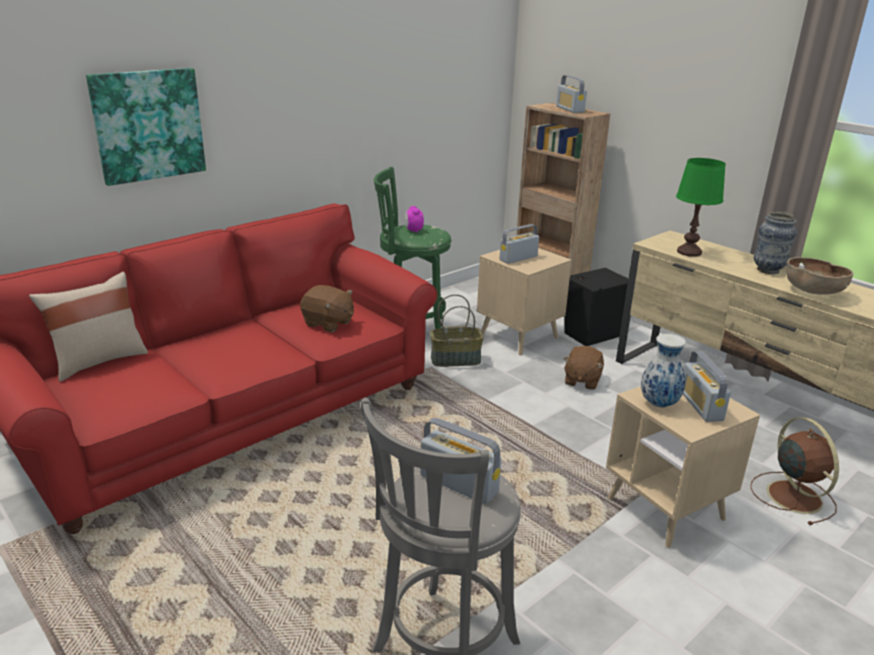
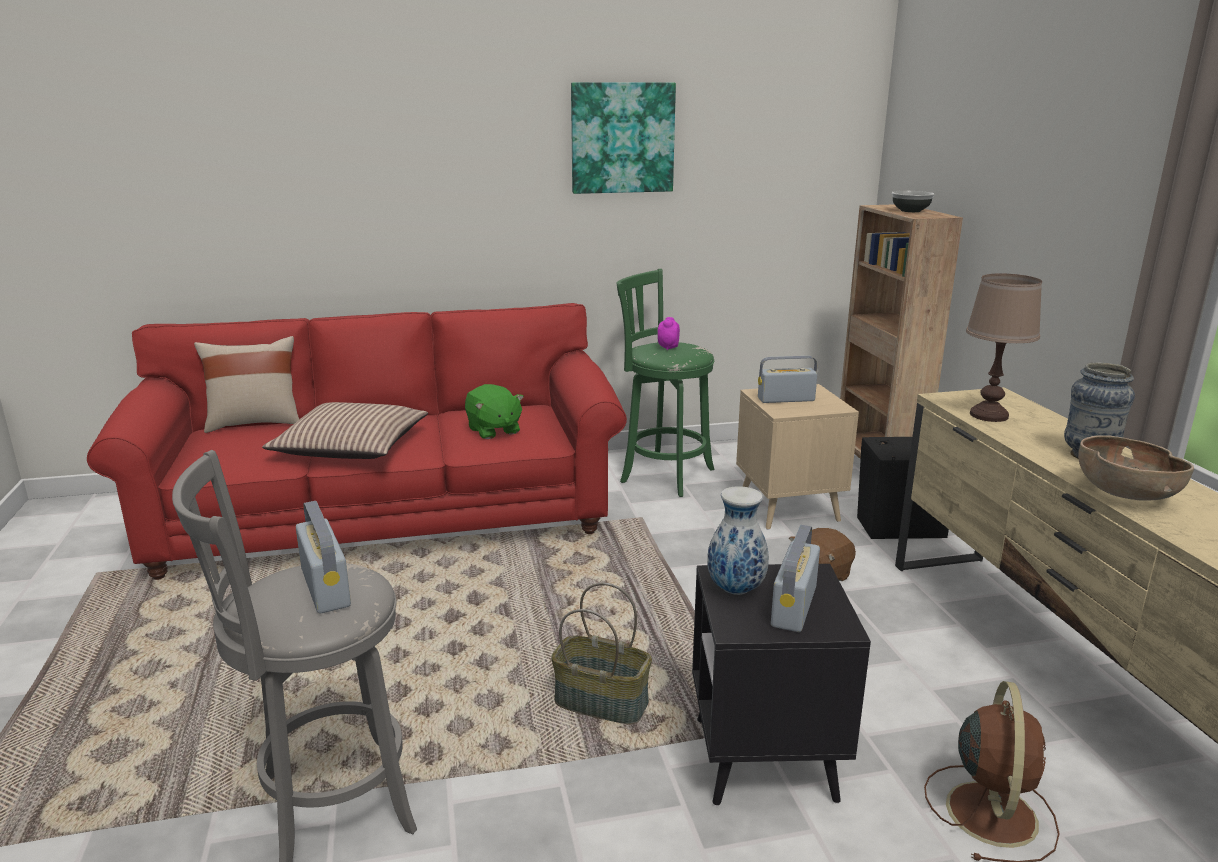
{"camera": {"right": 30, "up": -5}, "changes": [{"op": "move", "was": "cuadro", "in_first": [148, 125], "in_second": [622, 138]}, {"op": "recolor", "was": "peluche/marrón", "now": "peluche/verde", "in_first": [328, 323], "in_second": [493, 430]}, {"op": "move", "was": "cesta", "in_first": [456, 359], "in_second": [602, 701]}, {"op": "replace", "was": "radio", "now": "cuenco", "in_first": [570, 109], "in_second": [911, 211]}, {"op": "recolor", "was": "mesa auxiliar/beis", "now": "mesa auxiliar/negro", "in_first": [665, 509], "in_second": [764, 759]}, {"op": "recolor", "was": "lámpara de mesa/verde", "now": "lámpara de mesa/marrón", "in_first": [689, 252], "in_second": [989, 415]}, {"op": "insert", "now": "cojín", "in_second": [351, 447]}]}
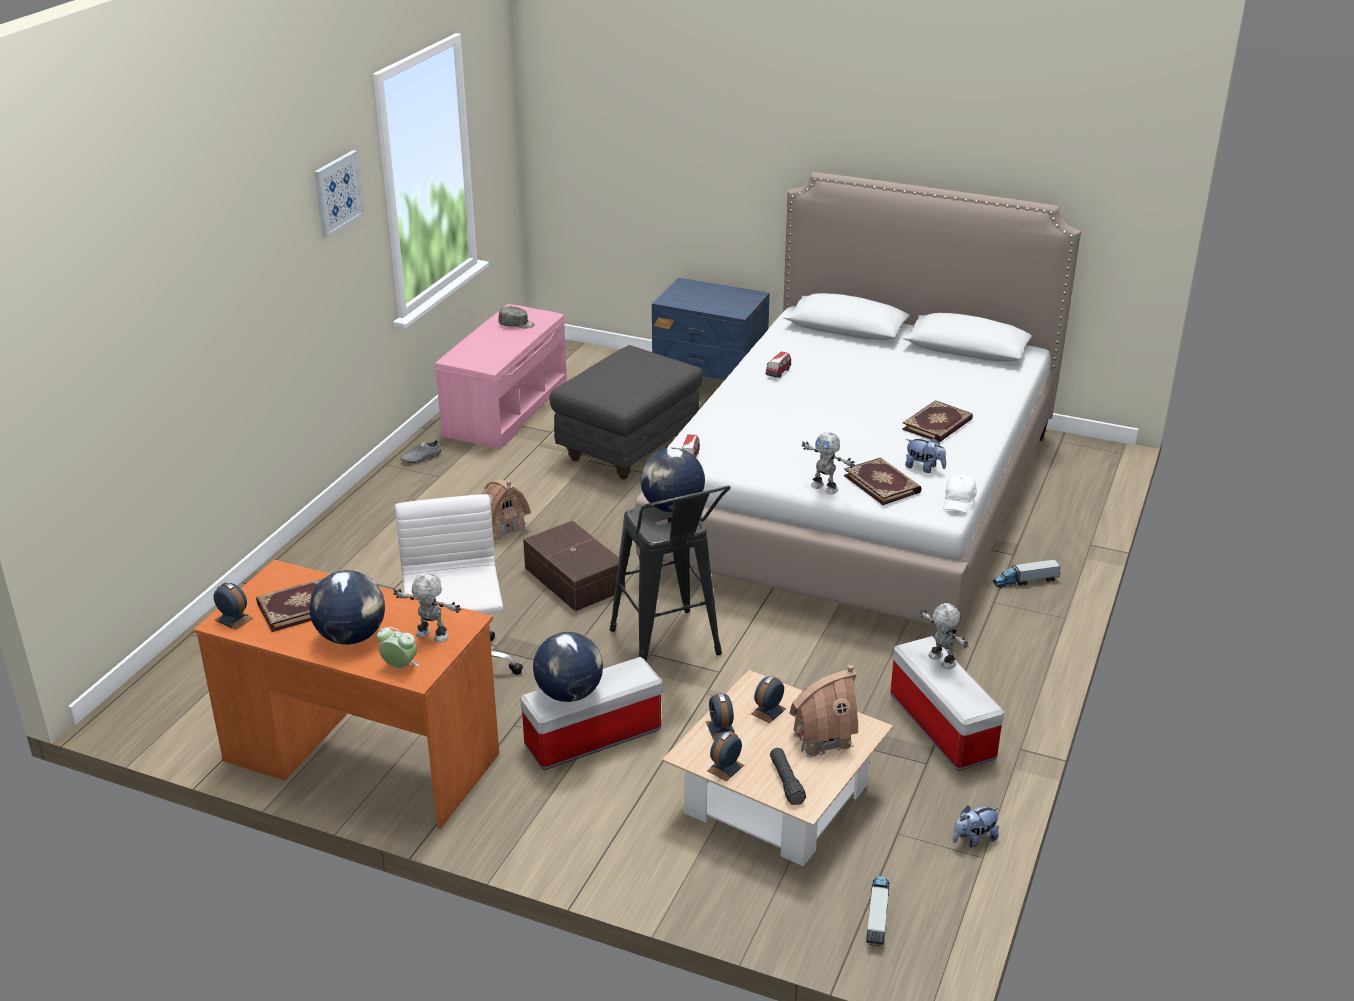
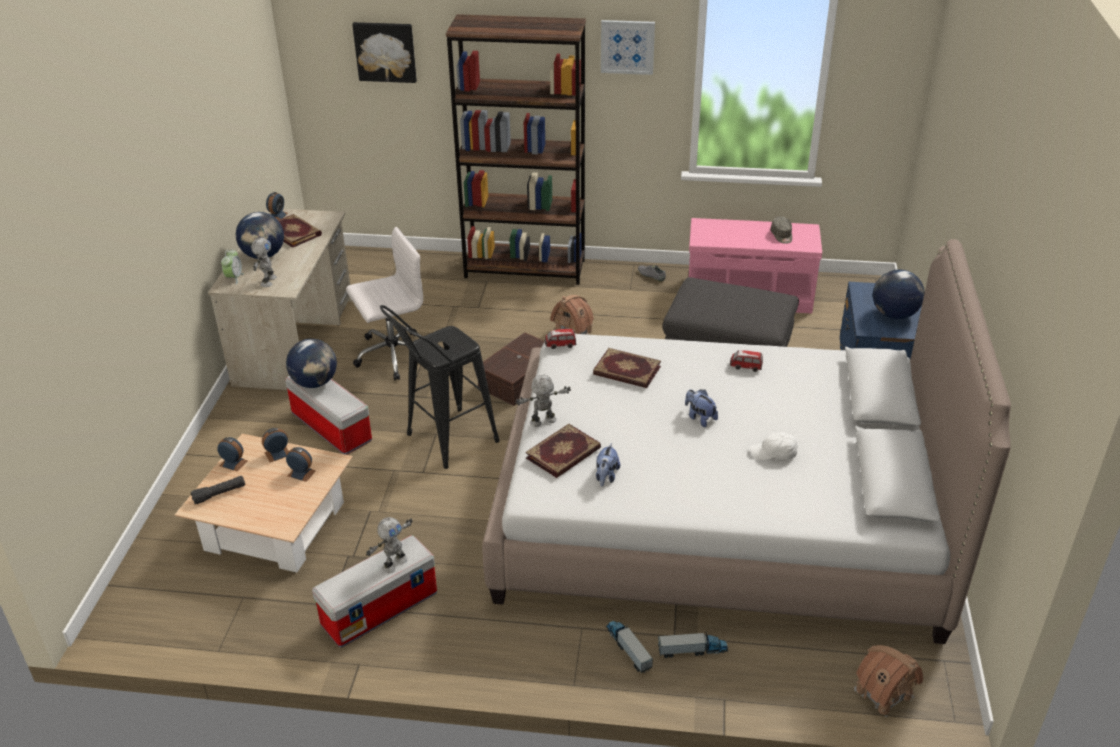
{"camera": {"right": 75, "up": 5}, "changes": [{"op": "recolor", "was": "escritorio/naranja", "now": "escritorio/beis", "in_first": [361, 758], "in_second": [295, 341]}, {"op": "move", "was": "globo terráqueo", "in_first": [672, 507], "in_second": [894, 315]}, {"op": "move", "was": "casita", "in_first": [822, 737], "in_second": [884, 693]}, {"op": "rotate", "was": "robot de juguete", "in_first": [825, 488], "in_second": [543, 422], "clockwise": 45}, {"op": "move", "was": "camión de juguete", "in_first": [877, 914], "in_second": [692, 650]}, {"op": "move", "was": "libro", "in_first": [938, 425], "in_second": [626, 371]}, {"op": "move", "was": "gorra/blanco", "in_first": [958, 501], "in_second": [774, 453]}, {"op": "move", "was": "peluche", "in_first": [974, 839], "in_second": [699, 418]}, {"op": "insert", "now": "cuadro", "in_second": [385, 51]}, {"op": "insert", "now": "estantería/marrón", "in_second": [525, 268]}]}
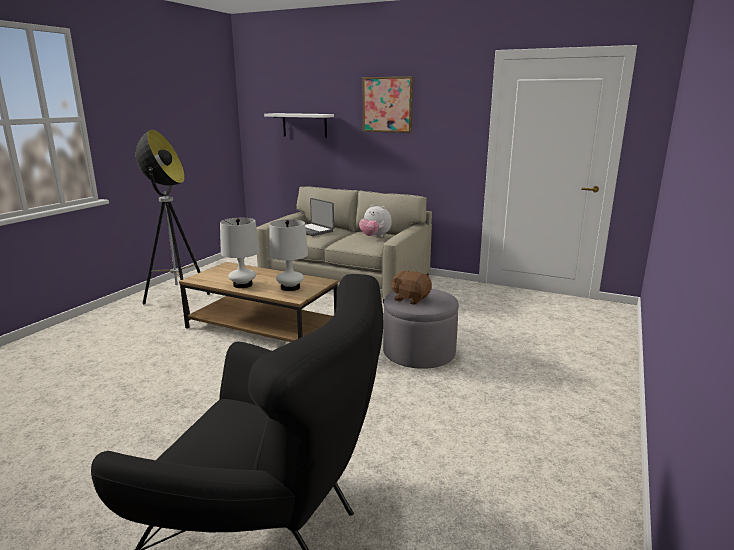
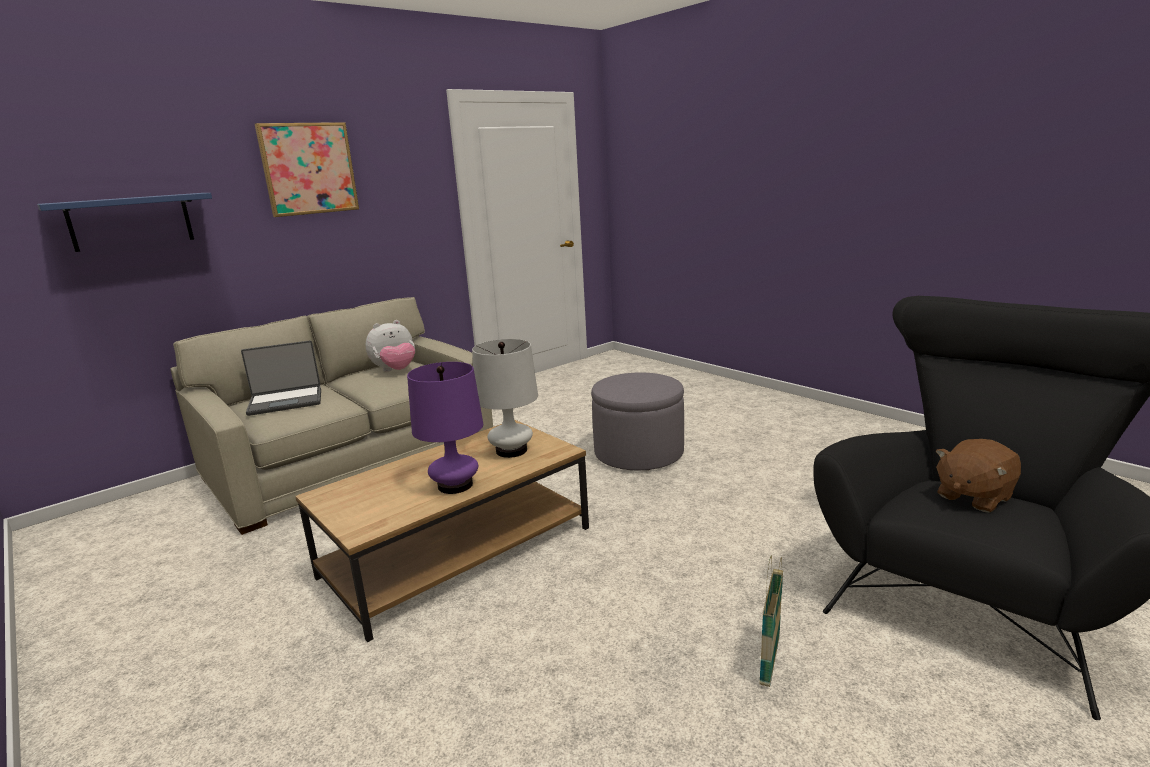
{"camera": {"right": -65, "up": 0}, "changes": [{"op": "delete", "was": "lámpara de pie", "in_first": [178, 304]}, {"op": "recolor", "was": "lámpara de mesa/blanco", "now": "lámpara de mesa/morado", "in_first": [243, 285], "in_second": [455, 485]}, {"op": "recolor", "was": "estante/blanco", "now": "estante/azul", "in_first": [304, 125], "in_second": [131, 222]}, {"op": "move", "was": "peluche/marrón", "in_first": [410, 299], "in_second": [973, 496]}, {"op": "insert", "now": "cesta", "in_second": [769, 661]}]}
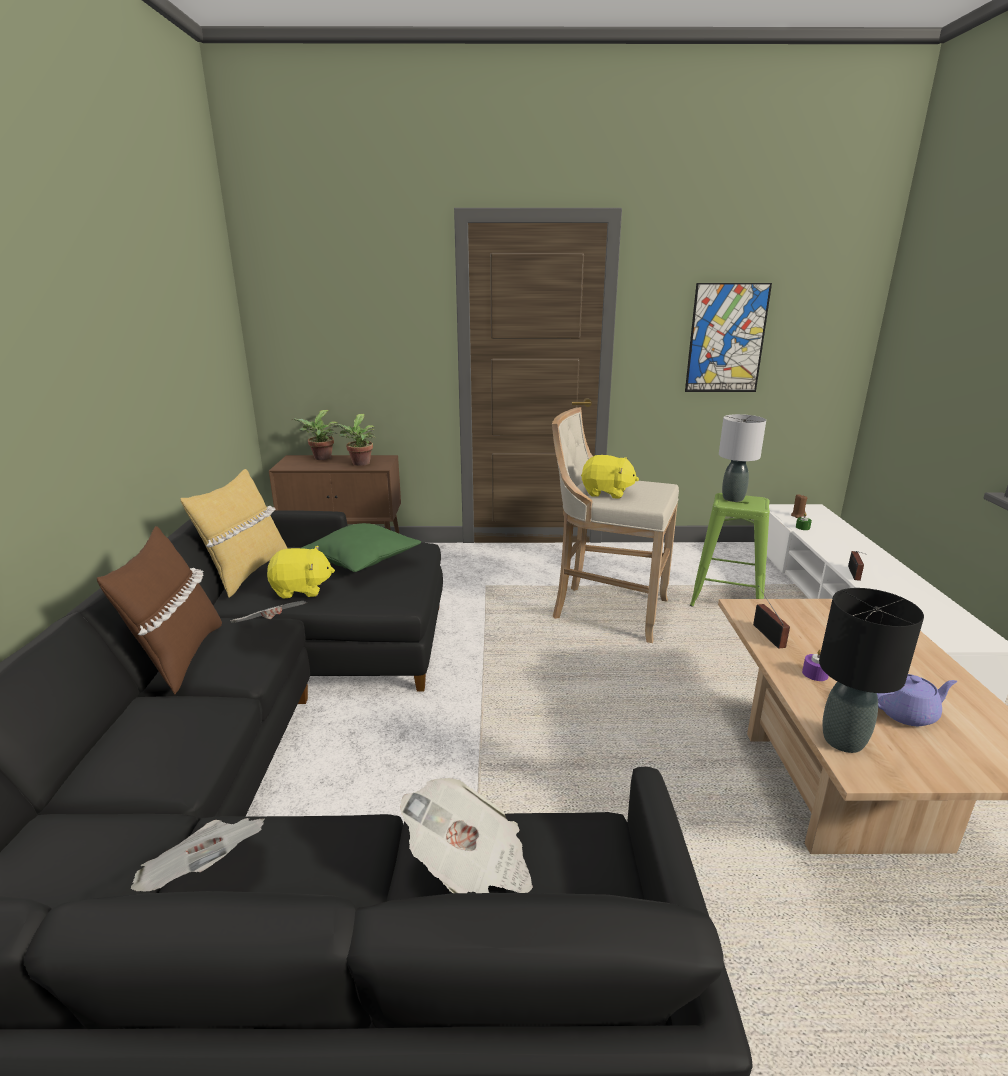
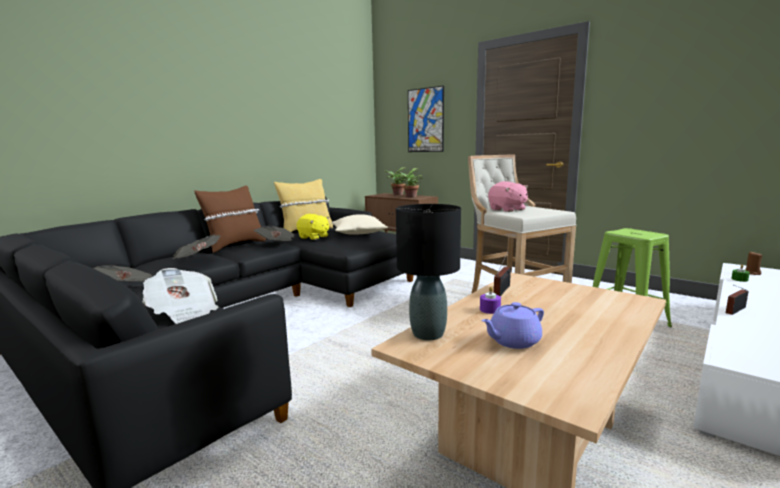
{"camera": {"right": 40, "up": -10}, "changes": [{"op": "recolor", "was": "cojín/verde", "now": "cojín/beis", "in_first": [362, 560], "in_second": [358, 234]}, {"op": "recolor", "was": "peluche/amarillo", "now": "peluche/rosa", "in_first": [606, 493], "in_second": [507, 209]}, {"op": "move", "was": "cuadro", "in_first": [726, 338], "in_second": [425, 120]}, {"op": "delete", "was": "lámpara de mesa/gris", "in_first": [732, 498]}, {"op": "rotate", "was": "tetera/morado", "in_first": [907, 714], "in_second": [513, 341], "clockwise": 120}, {"op": "insert", "now": "periódico", "in_second": [198, 259]}]}
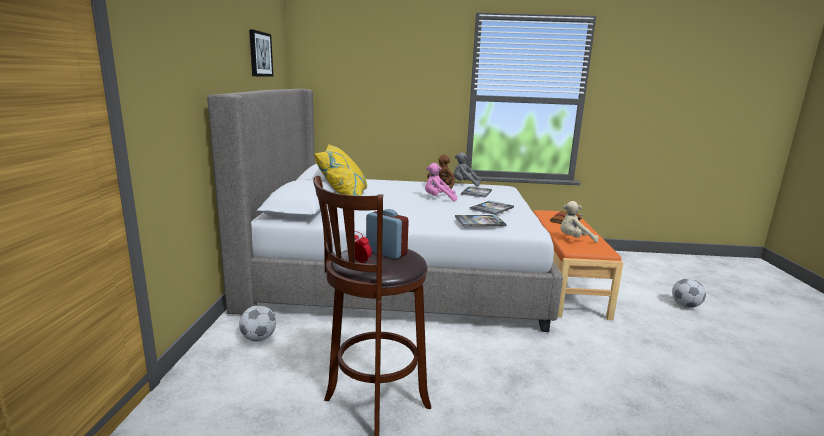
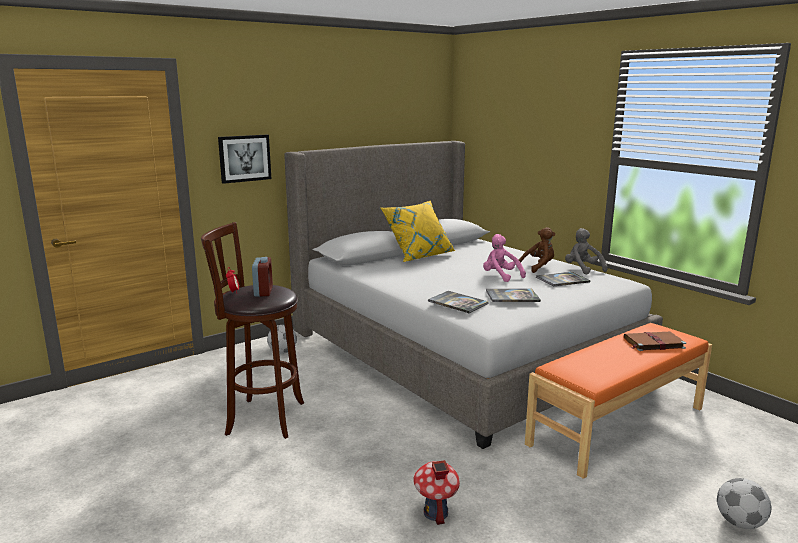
{"camera": {"right": 50, "up": 0}, "changes": [{"op": "move", "was": "cuadro", "in_first": [260, 54], "in_second": [244, 158]}, {"op": "delete", "was": "peluche/beis", "in_first": [574, 239]}, {"op": "insert", "now": "casita", "in_second": [435, 513]}]}
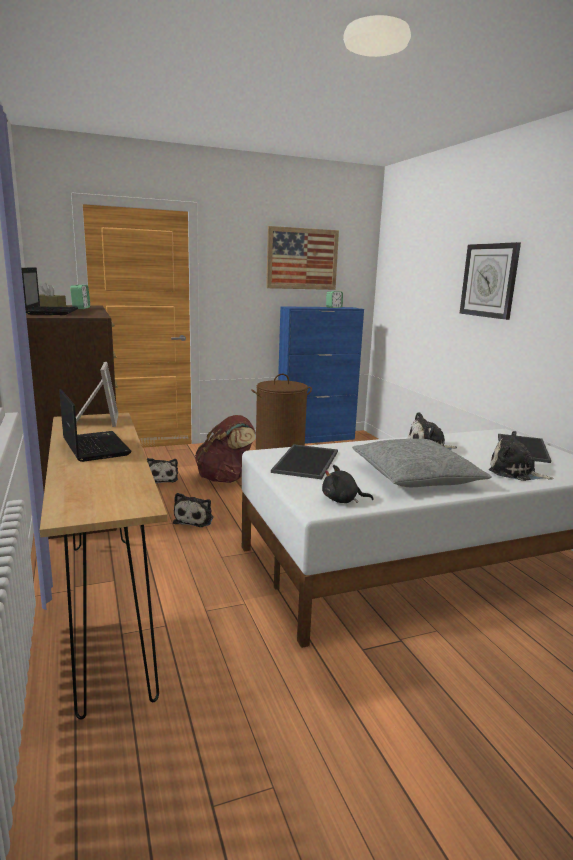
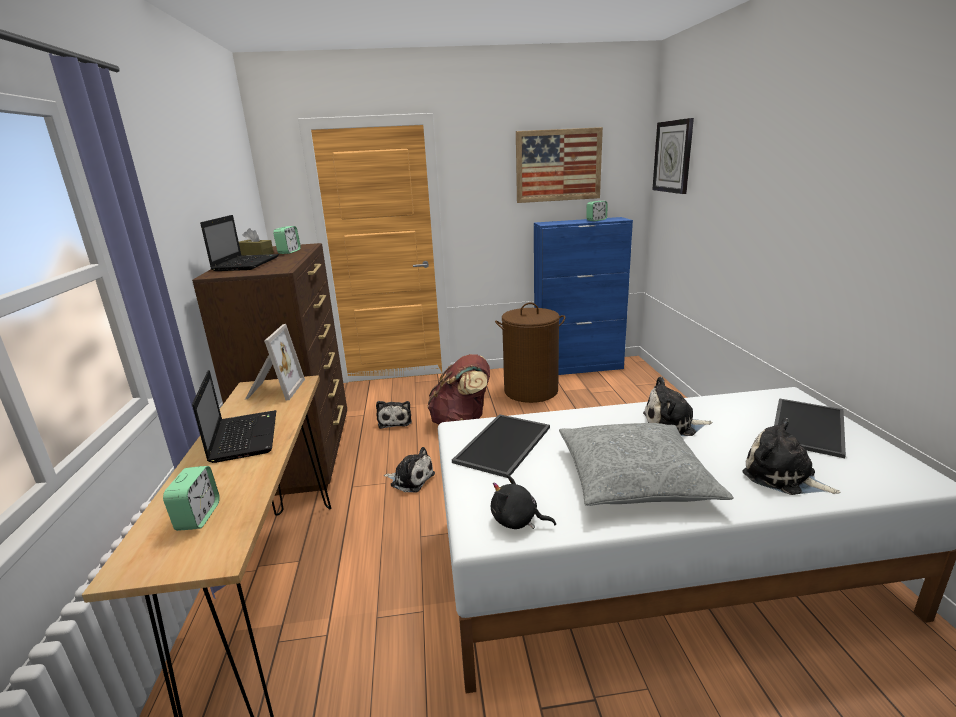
{"camera": {"right": 15, "up": 5}, "changes": [{"op": "rotate", "was": "peluche", "in_first": [195, 519], "in_second": [410, 479], "clockwise": -90}, {"op": "move", "was": "reloj de pared", "in_first": [489, 280], "in_second": [673, 156]}, {"op": "insert", "now": "despertador", "in_second": [198, 517]}]}
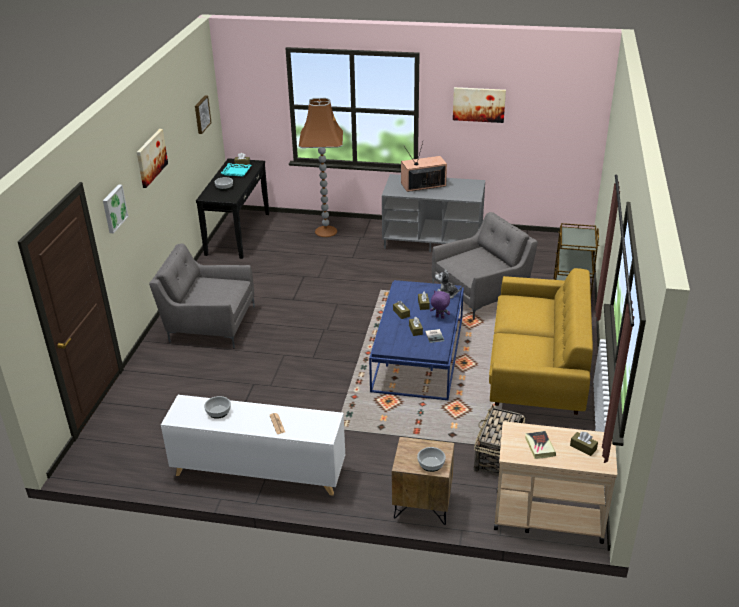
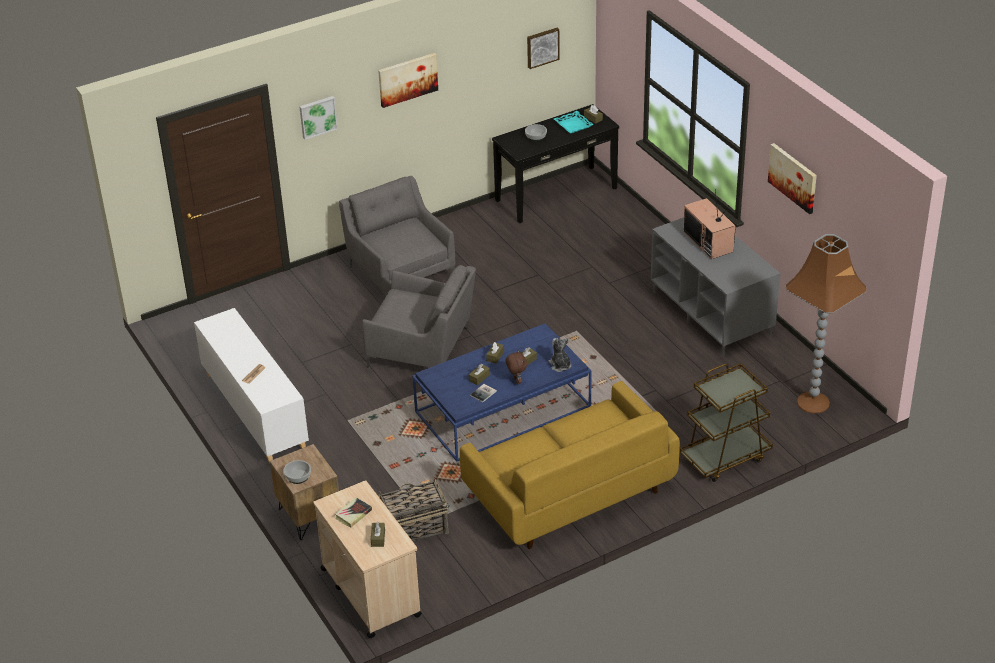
{"camera": {"right": 50, "up": 5}, "changes": [{"op": "delete", "was": "cuenco", "in_first": [218, 411]}, {"op": "move", "was": "lámpara de pie/marrón", "in_first": [326, 231], "in_second": [814, 402]}, {"op": "rotate", "was": "televisor", "in_first": [423, 185], "in_second": [709, 241], "clockwise": -150}, {"op": "recolor", "was": "peluche/morado", "now": "peluche/marrón", "in_first": [439, 317], "in_second": [516, 381]}, {"op": "move", "was": "sillón/gris", "in_first": [481, 293], "in_second": [423, 349]}]}
